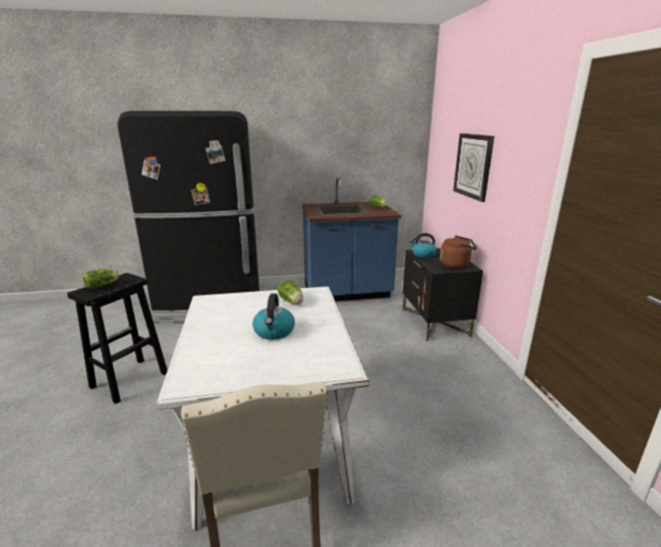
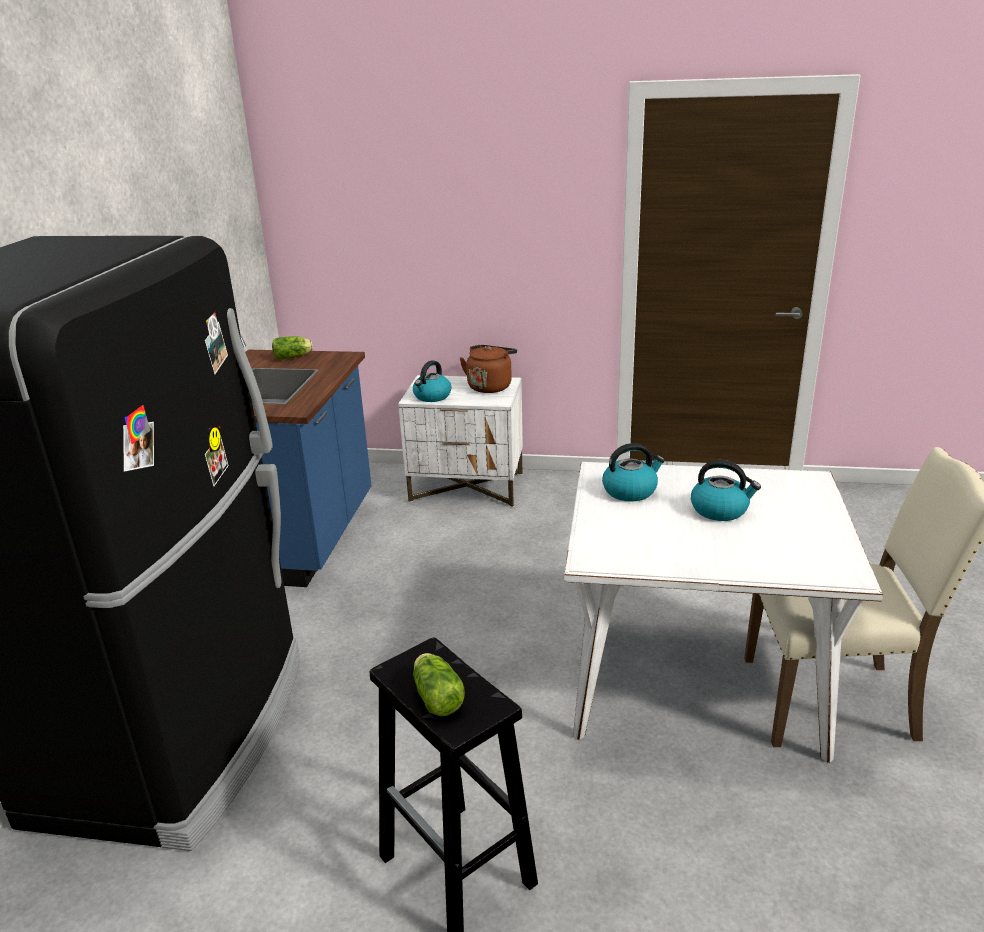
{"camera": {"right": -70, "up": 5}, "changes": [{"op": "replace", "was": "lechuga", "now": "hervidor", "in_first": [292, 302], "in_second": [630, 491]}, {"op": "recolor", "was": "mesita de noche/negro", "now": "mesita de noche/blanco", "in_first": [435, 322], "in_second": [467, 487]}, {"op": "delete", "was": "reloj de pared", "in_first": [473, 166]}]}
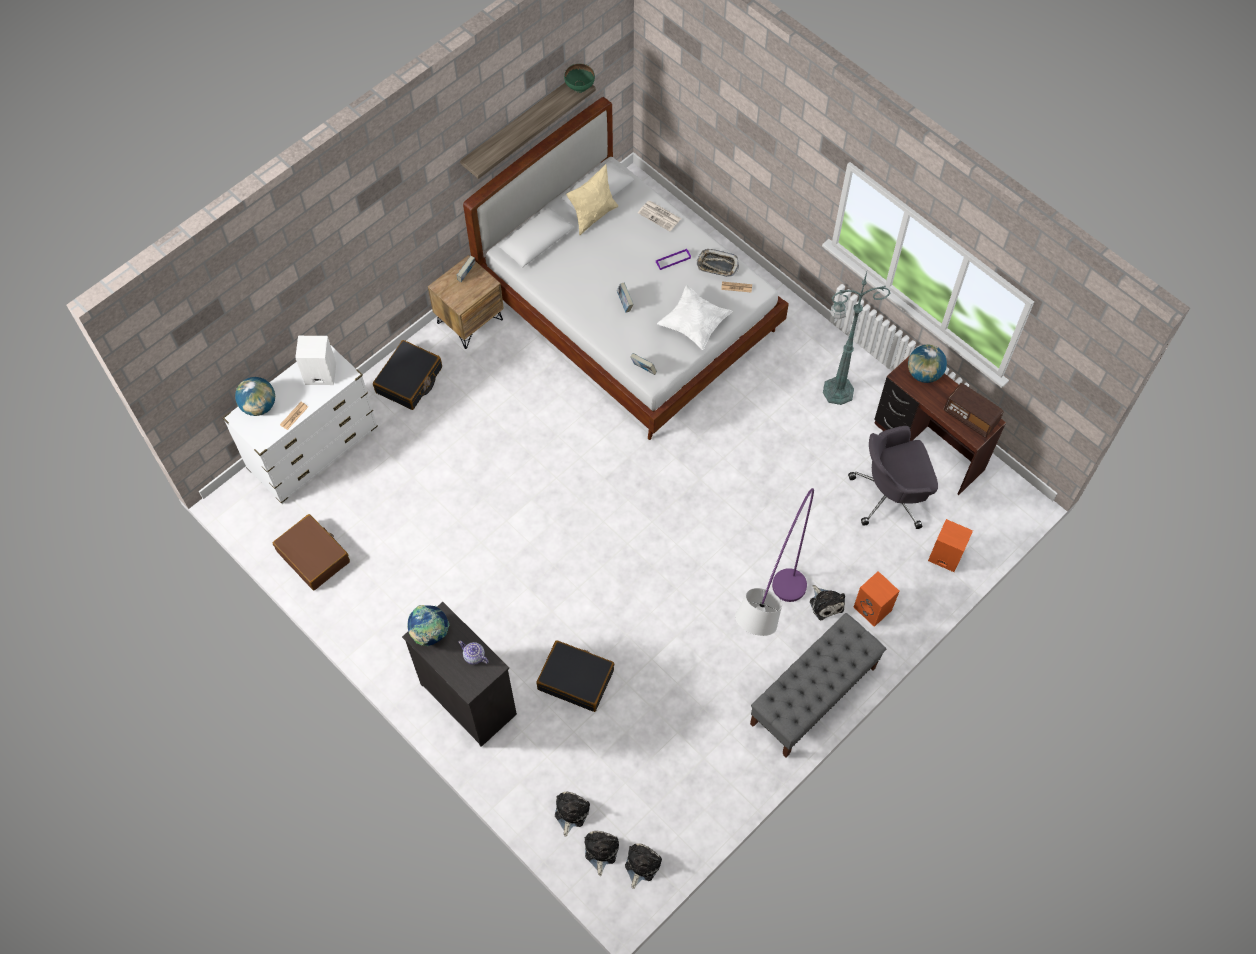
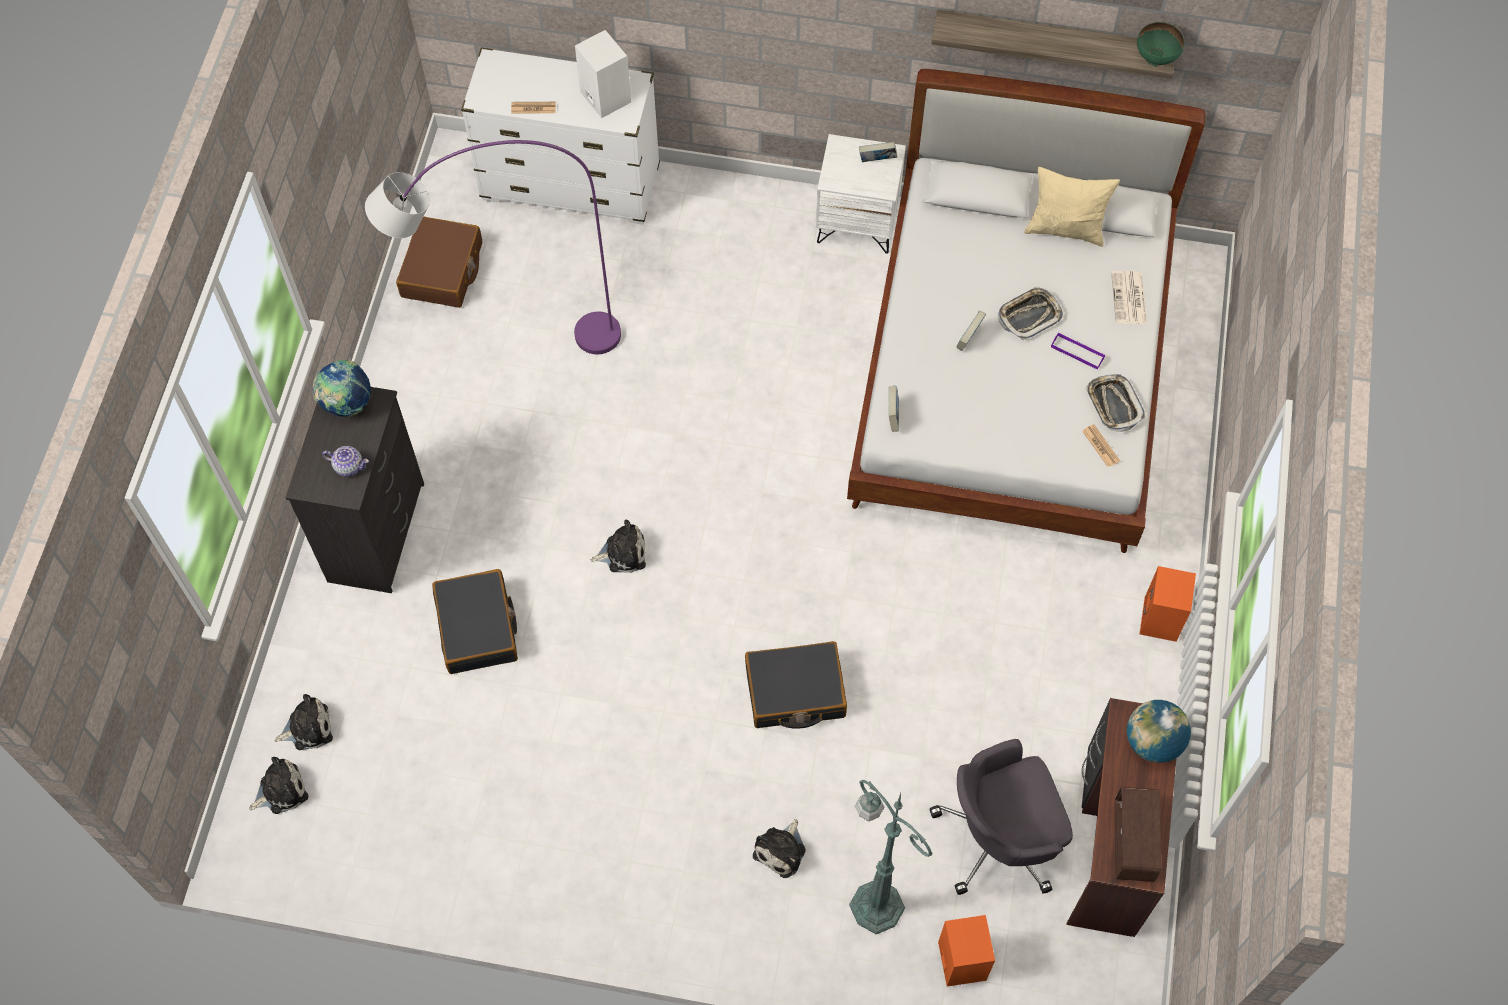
{"camera": {"right": 55, "up": 0}, "changes": [{"op": "delete", "was": "globo terráqueo", "in_first": [259, 406]}, {"op": "move", "was": "maleta/negro", "in_first": [409, 380], "in_second": [795, 692]}, {"op": "recolor", "was": "mesita de noche/marrón", "now": "mesita de noche/blanco", "in_first": [469, 320], "in_second": [857, 222]}, {"op": "rotate", "was": "tetera", "in_first": [474, 656], "in_second": [348, 466], "clockwise": 105}, {"op": "move", "was": "peluche", "in_first": [641, 865], "in_second": [622, 553]}, {"op": "delete", "was": "cojín/blanco", "in_first": [694, 324]}, {"op": "move", "was": "lámpara de pie/morado", "in_first": [764, 641], "in_second": [511, 348]}, {"op": "delete", "was": "banco/gris", "in_first": [813, 696]}, {"op": "move", "was": "lámpara de pie/verde", "in_first": [836, 391], "in_second": [875, 904]}, {"op": "rotate", "was": "silla de oficina/gris", "in_first": [891, 495], "in_second": [999, 838], "clockwise": -60}, {"op": "move", "was": "altavoz/naranja", "in_first": [873, 609], "in_second": [1161, 620]}, {"op": "insert", "now": "bandeja", "in_second": [1029, 316]}]}
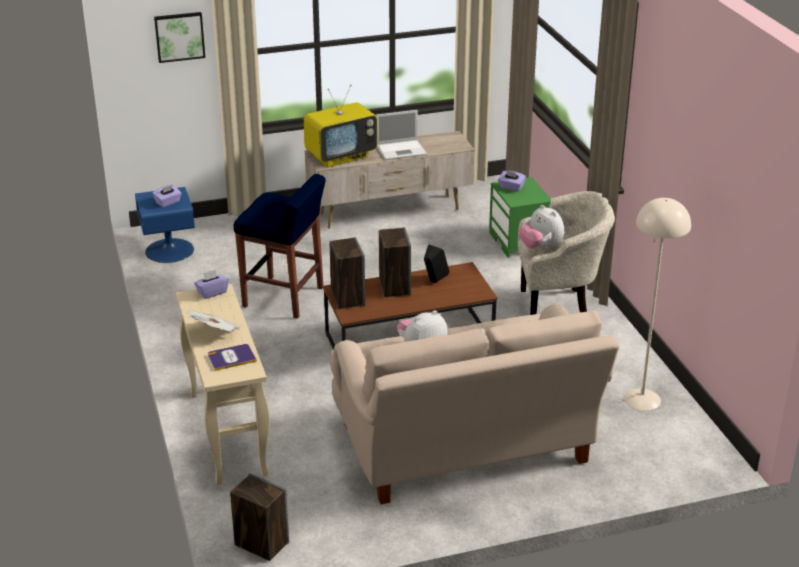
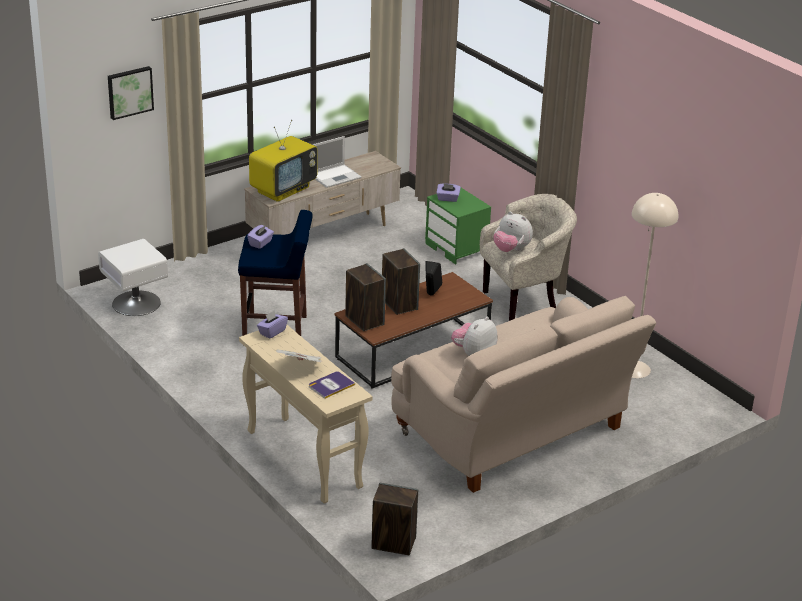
{"camera": {"right": -20, "up": 0}, "changes": [{"op": "recolor", "was": "mesita de noche/azul", "now": "mesita de noche/blanco", "in_first": [168, 250], "in_second": [135, 303]}, {"op": "move", "was": "caja de pañuelos/morado", "in_first": [168, 202], "in_second": [261, 243]}]}
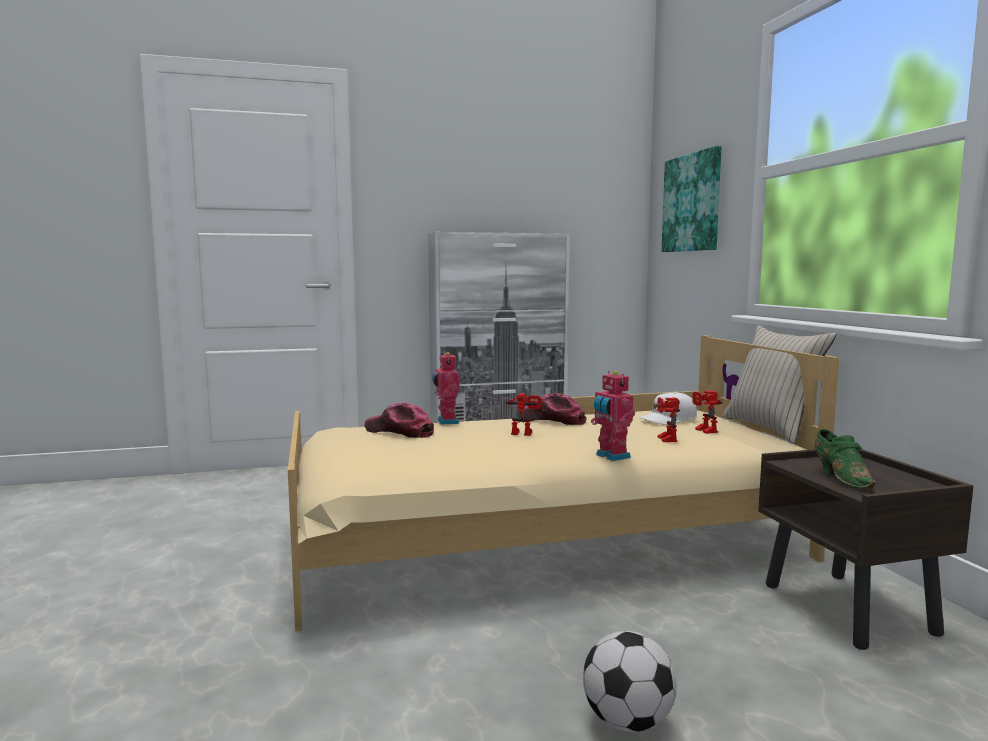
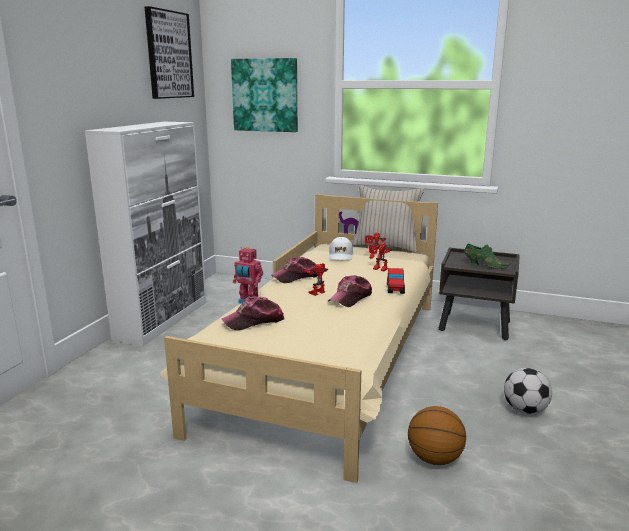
{"camera": {"right": -55, "up": 10}, "changes": [{"op": "replace", "was": "robot de juguete", "now": "coche de juguete", "in_first": [611, 456], "in_second": [395, 289]}, {"op": "insert", "now": "cuadro", "in_second": [168, 55]}, {"op": "insert", "now": "gorra", "in_second": [351, 298]}, {"op": "insert", "now": "balón de baloncesto", "in_second": [434, 458]}]}
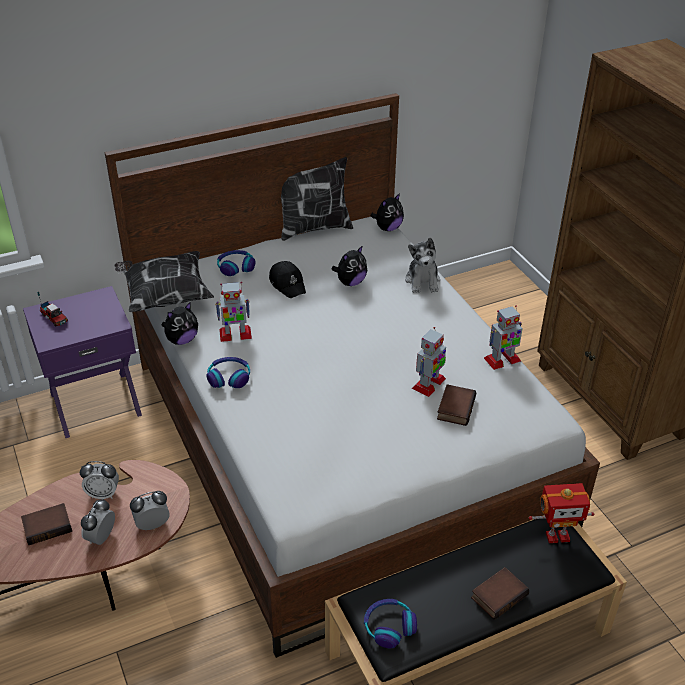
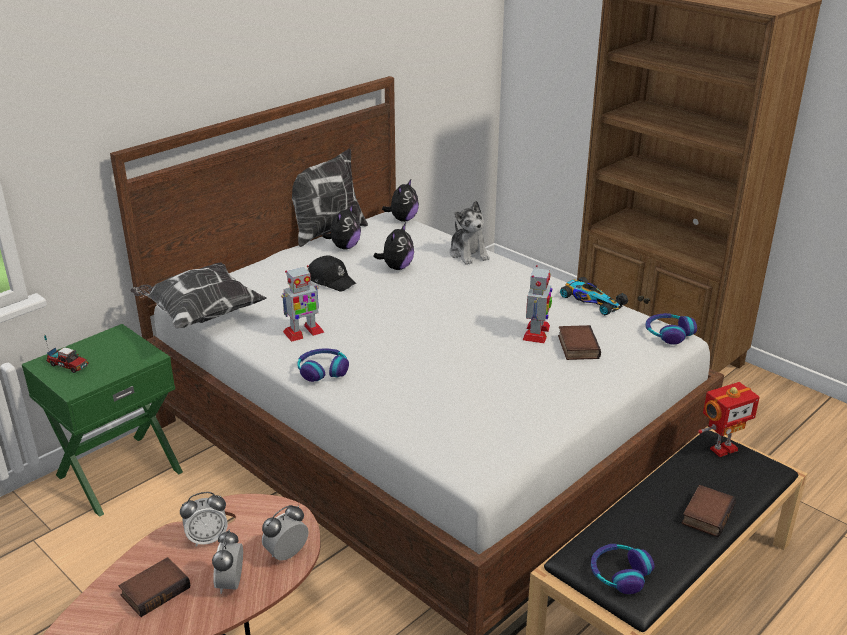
{"camera": {"right": -20, "up": -10}, "changes": [{"op": "recolor", "was": "mesita de noche/morado", "now": "mesita de noche/verde", "in_first": [95, 403], "in_second": [118, 472]}, {"op": "move", "was": "peluche", "in_first": [181, 340], "in_second": [344, 247]}, {"op": "move", "was": "auriculares", "in_first": [236, 267], "in_second": [668, 334]}, {"op": "replace", "was": "robot de juguete", "now": "coche de juguete", "in_first": [502, 360], "in_second": [591, 300]}]}
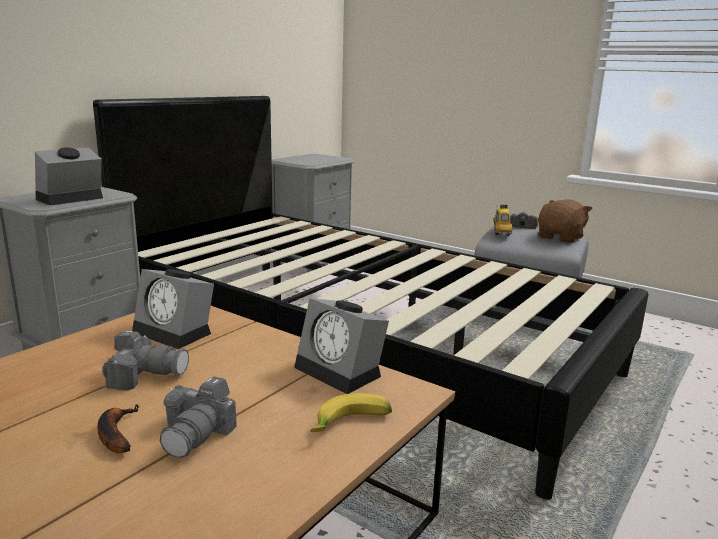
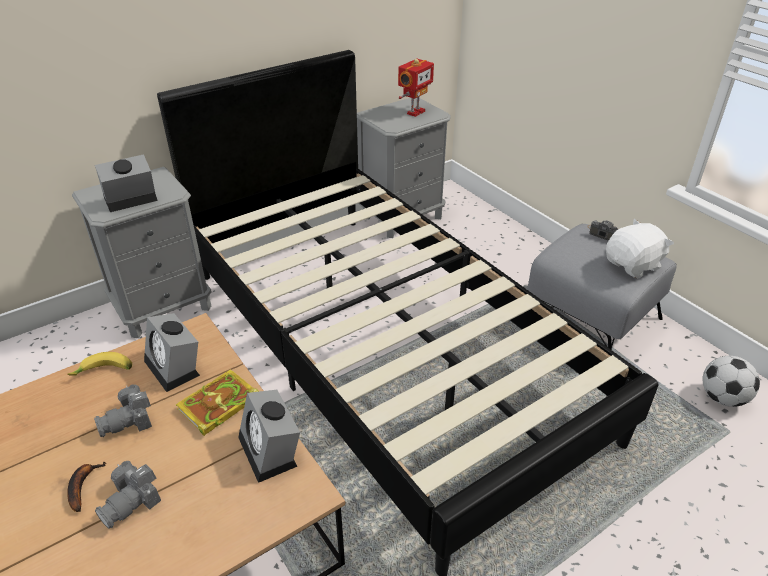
{"camera": {"right": 20, "up": 20}, "changes": [{"op": "rotate", "was": "cámara", "in_first": [145, 374], "in_second": [130, 421], "clockwise": 120}, {"op": "move", "was": "plátano", "in_first": [351, 425], "in_second": [104, 372]}, {"op": "delete", "was": "coche de juguete", "in_first": [501, 232]}, {"op": "recolor", "was": "peluche/marrón", "now": "peluche/blanco", "in_first": [561, 238], "in_second": [633, 265]}, {"op": "insert", "now": "libro", "in_second": [218, 406]}, {"op": "insert", "now": "robot de juguete", "in_second": [415, 112]}, {"op": "insert", "now": "balón de fútbol", "in_second": [722, 398]}]}
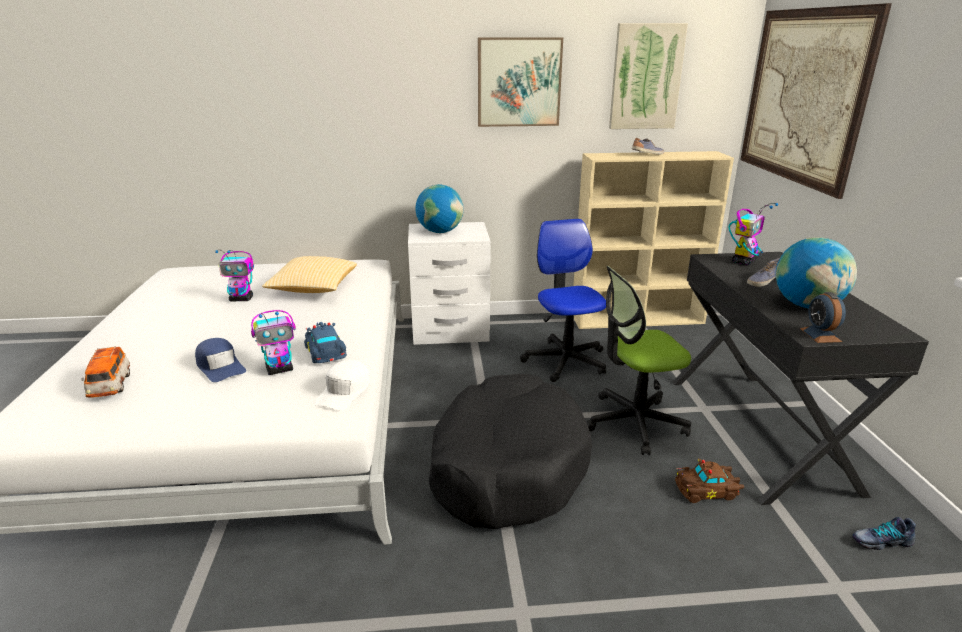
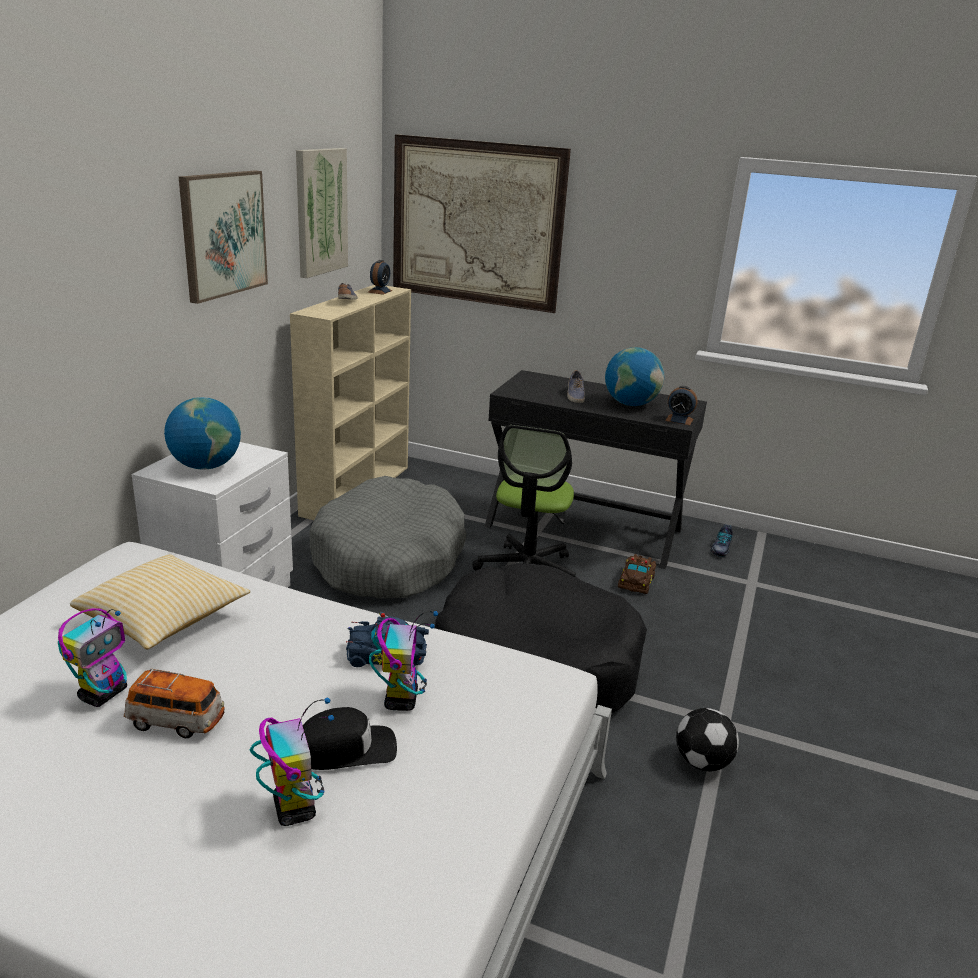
{"camera": {"right": -65, "up": 0}, "changes": [{"op": "move", "was": "coche de juguete", "in_first": [110, 386], "in_second": [176, 722]}, {"op": "recolor", "was": "gorra/azul", "now": "gorra/negro", "in_first": [220, 366], "in_second": [347, 749]}, {"op": "delete", "was": "gorra/blanco", "in_first": [344, 391]}, {"op": "replace", "was": "silla de oficina", "now": "cama para perro/gris", "in_first": [565, 361], "in_second": [389, 559]}, {"op": "move", "was": "robot de juguete", "in_first": [744, 261], "in_second": [294, 808]}, {"op": "insert", "now": "despertador", "in_second": [380, 291]}, {"op": "insert", "now": "balón de fútbol", "in_second": [701, 763]}]}
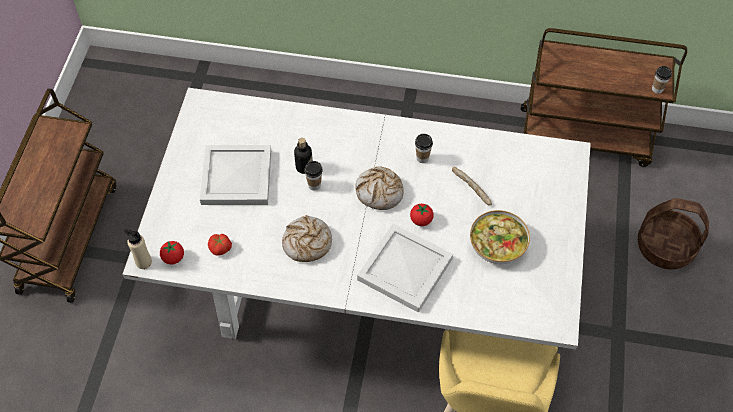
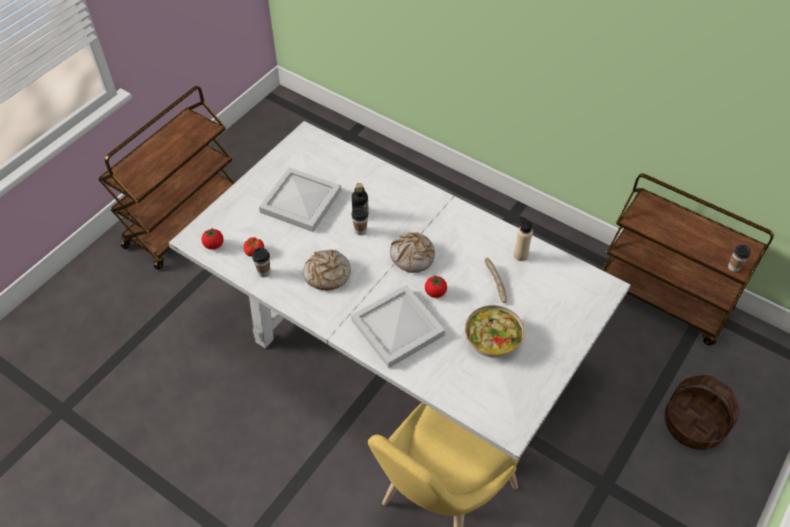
{"camera": {"right": 25, "up": -5}, "changes": [{"op": "move", "was": "botella/beis", "in_first": [143, 262], "in_second": [520, 255]}, {"op": "move", "was": "taza", "in_first": [422, 158], "in_second": [264, 272]}]}
